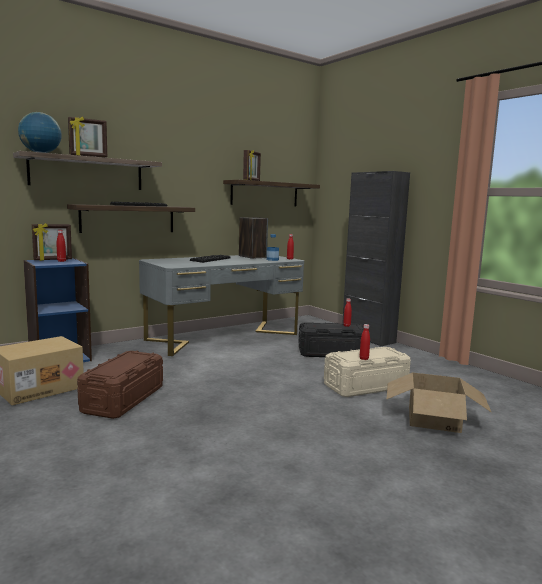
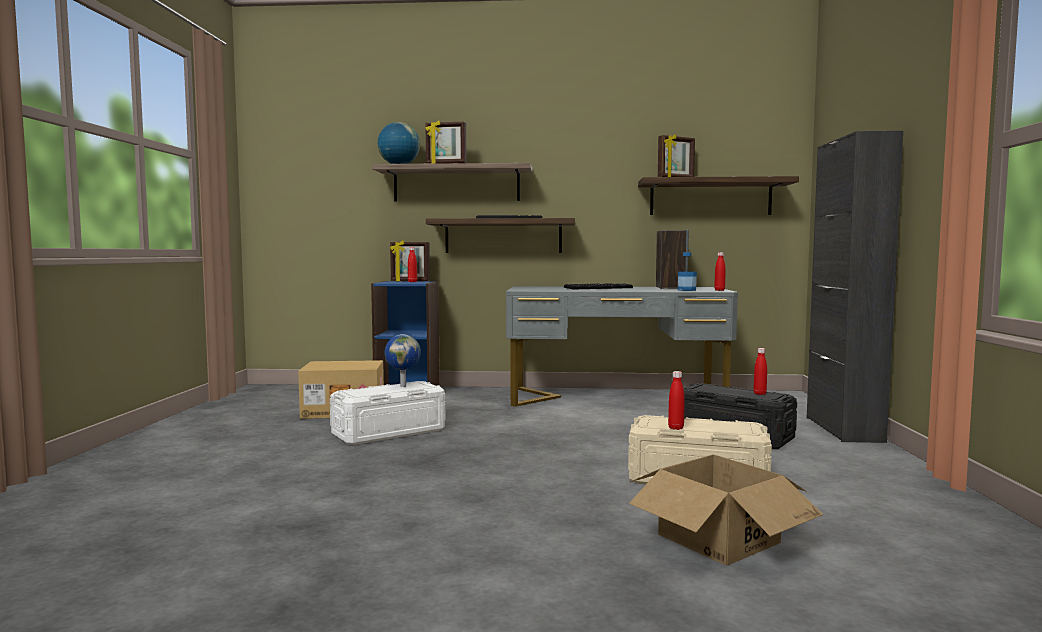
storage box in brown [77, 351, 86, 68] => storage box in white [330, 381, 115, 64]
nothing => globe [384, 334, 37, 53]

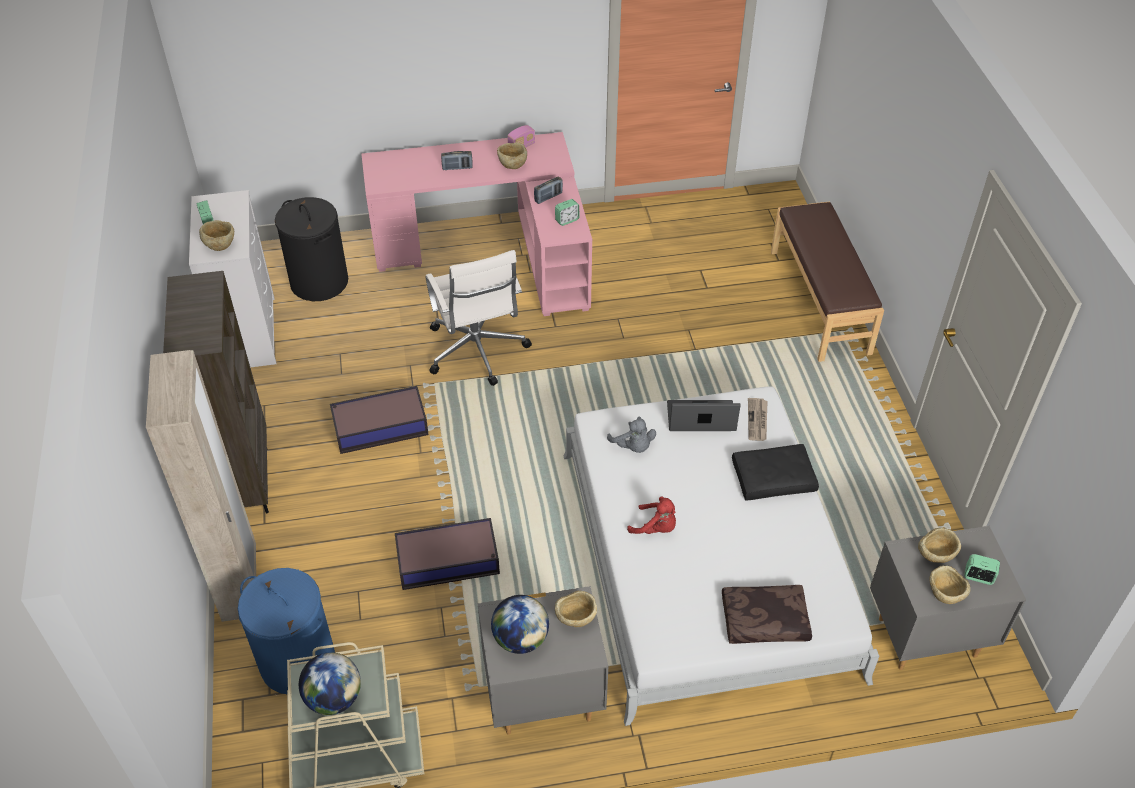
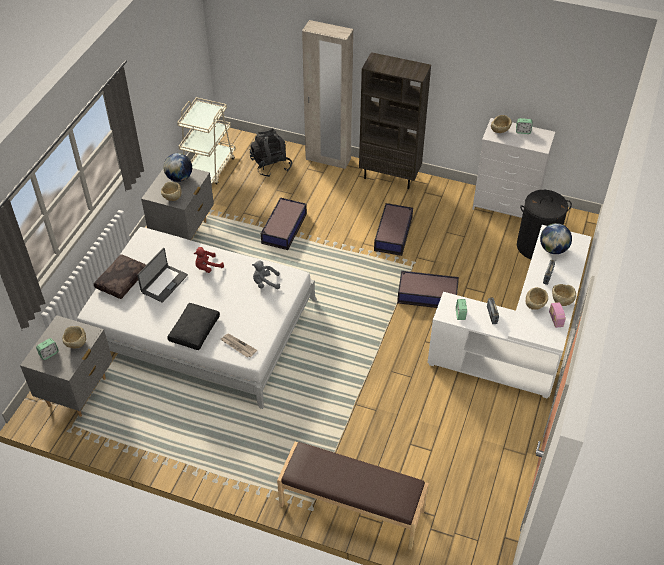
laundry basket in blue [238, 568, 97, 126] => backpack in black [249, 128, 43, 49]
globe [299, 652, 62, 63] => globe [540, 223, 32, 31], shifted
desk in pink [361, 132, 231, 184] => desk in white [427, 225, 164, 173]
office chair in white [425, 250, 107, 136] => storage box [397, 271, 62, 37]
laptop [667, 400, 74, 31] => laptop [137, 248, 51, 55], shifted
bowl in beige [929, 565, 42, 39] => bowl in beige [552, 284, 24, 22], shifted

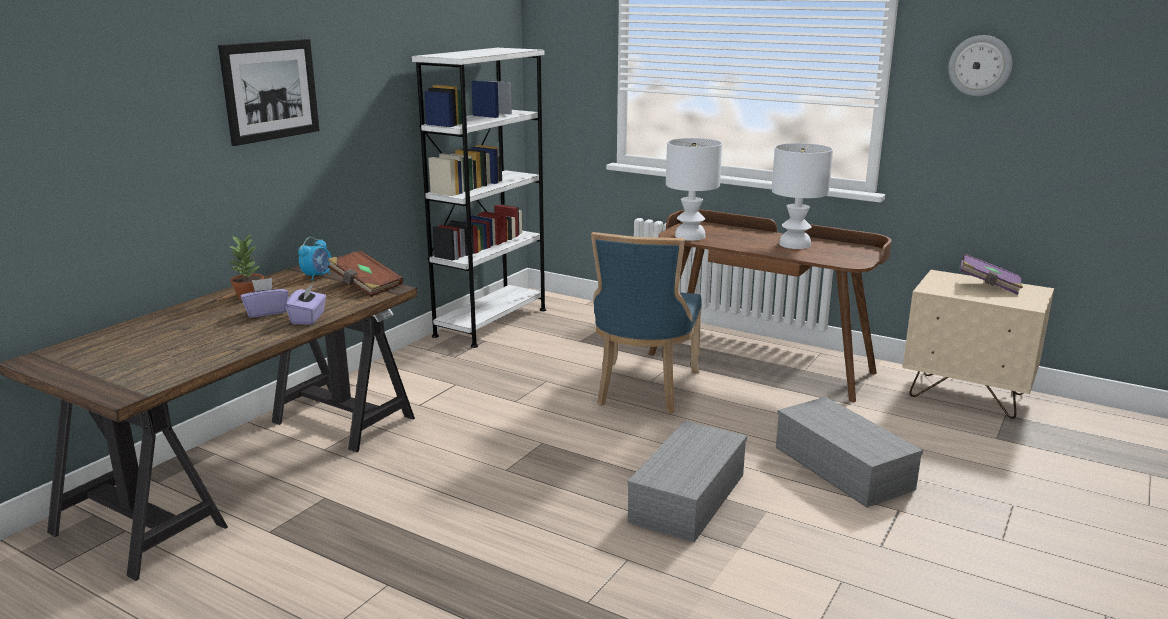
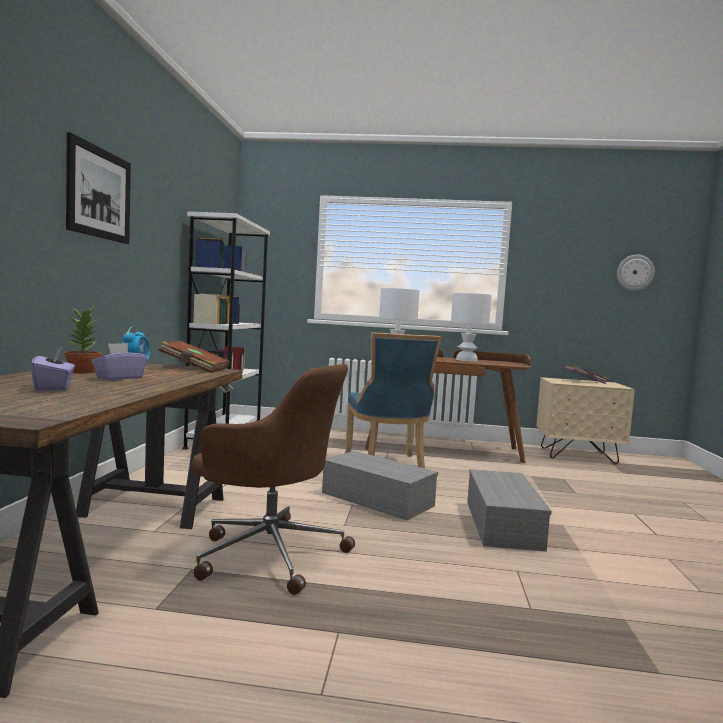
tissue box in purple [285, 284, 41, 40] => tissue box in purple [31, 347, 44, 44], shifted
storage box in grey [776, 397, 147, 111] => storage box in grey [322, 451, 116, 70], shifted
wall clock [948, 35, 64, 61] => wall clock [617, 255, 38, 36], shifted
nothing => office chair in brown [192, 364, 163, 231]

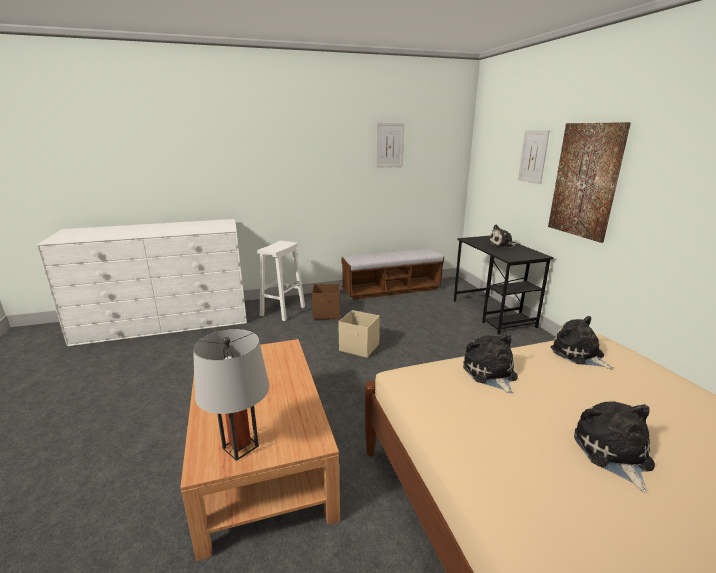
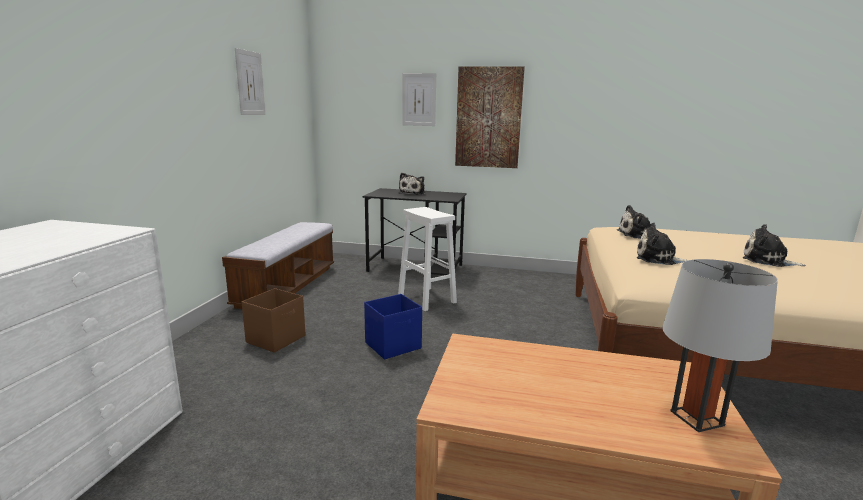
stool in white [257, 241, 48, 80] => stool in white [398, 207, 59, 104], shifted
storage box in beige [338, 310, 42, 48] => storage box in blue [364, 294, 58, 66]

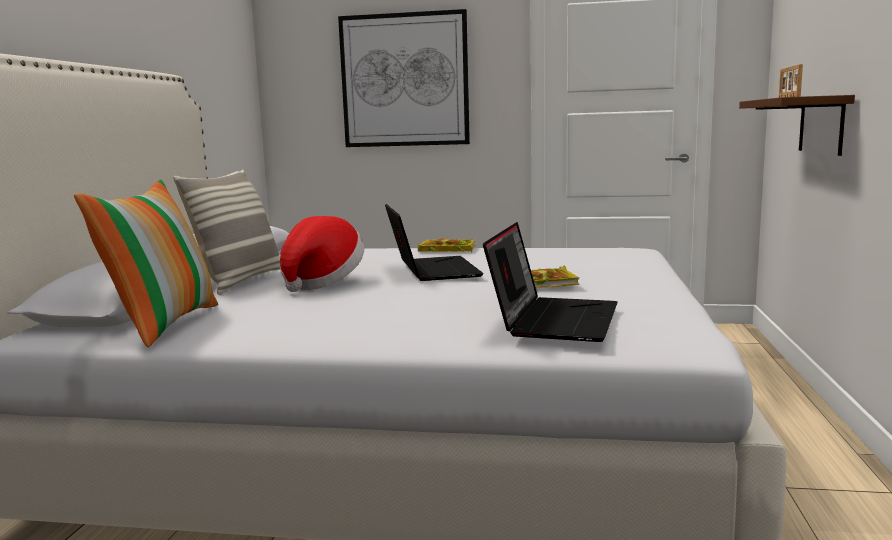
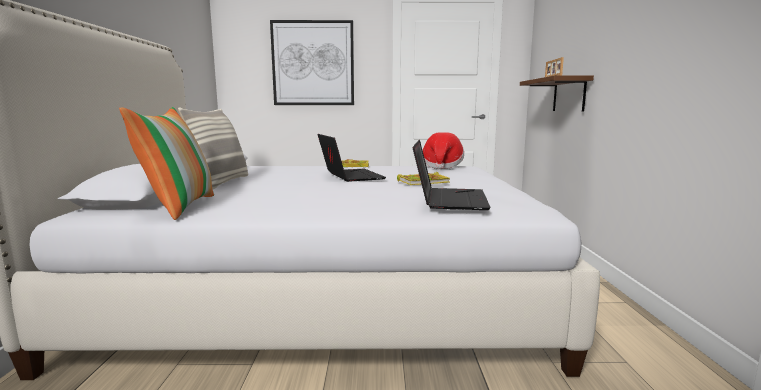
hat [280, 216, 84, 76] => hat [423, 132, 41, 37], shifted

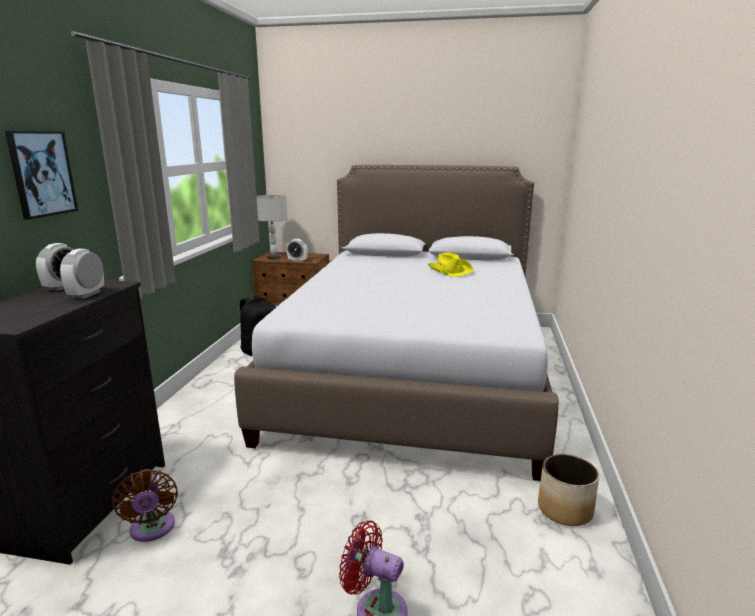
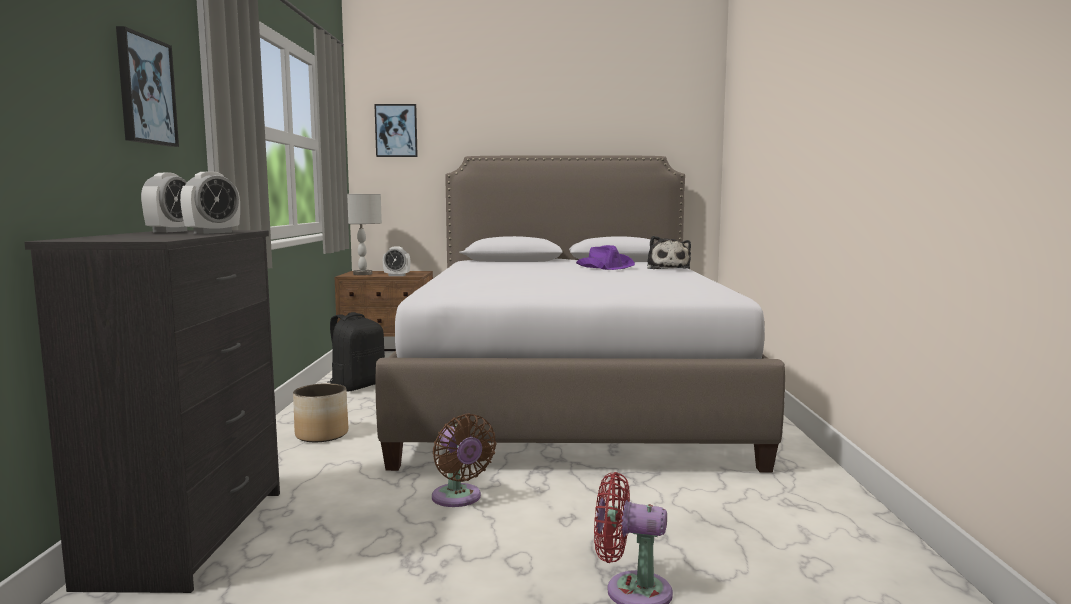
alarm clock [60, 249, 44, 50] => alarm clock [180, 171, 60, 63], 150 degrees counterclockwise
fan in brown [112, 469, 66, 73] => fan in brown [432, 414, 64, 93], shifted
hat in yellow [428, 252, 46, 25] => hat in purple [576, 245, 59, 25]
planter [538, 454, 61, 72] => planter [293, 383, 55, 59], shifted
nothing => picture [374, 104, 44, 53]
nothing => plush toy [647, 236, 44, 33]

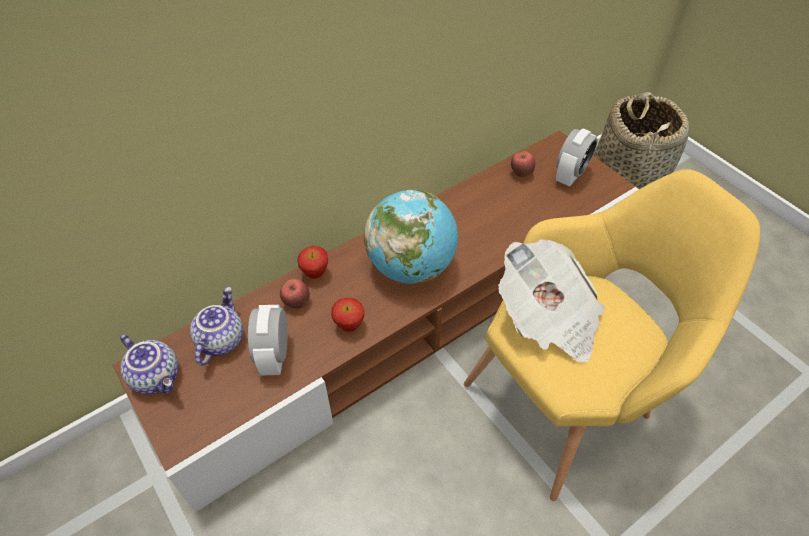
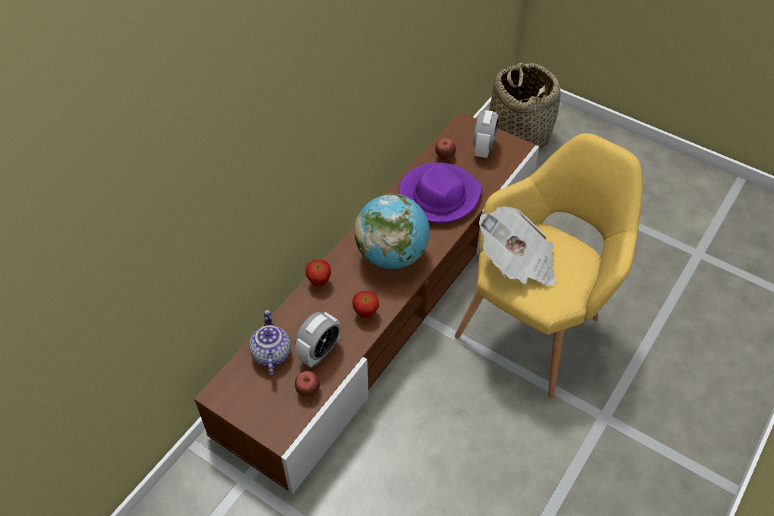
teapot [120, 334, 58, 60] => nothing
alarm clock [248, 305, 40, 71] => alarm clock [295, 312, 45, 56], 120 degrees counterclockwise
apple [280, 279, 30, 30] => apple [295, 371, 25, 26], shifted
nothing => hat in purple [399, 162, 83, 61]

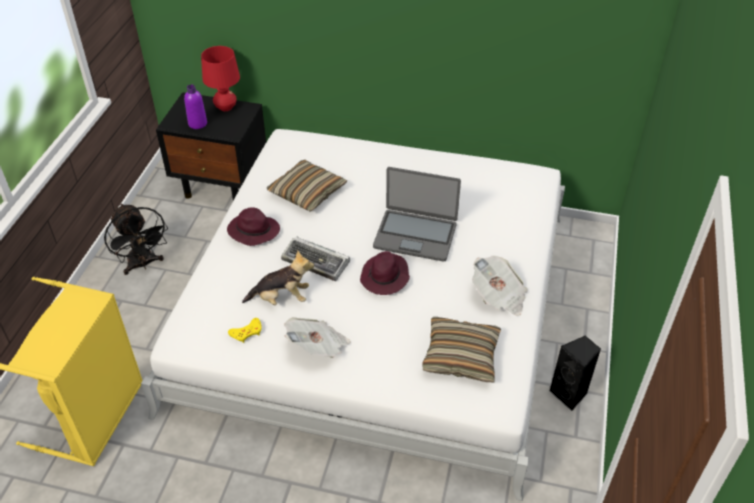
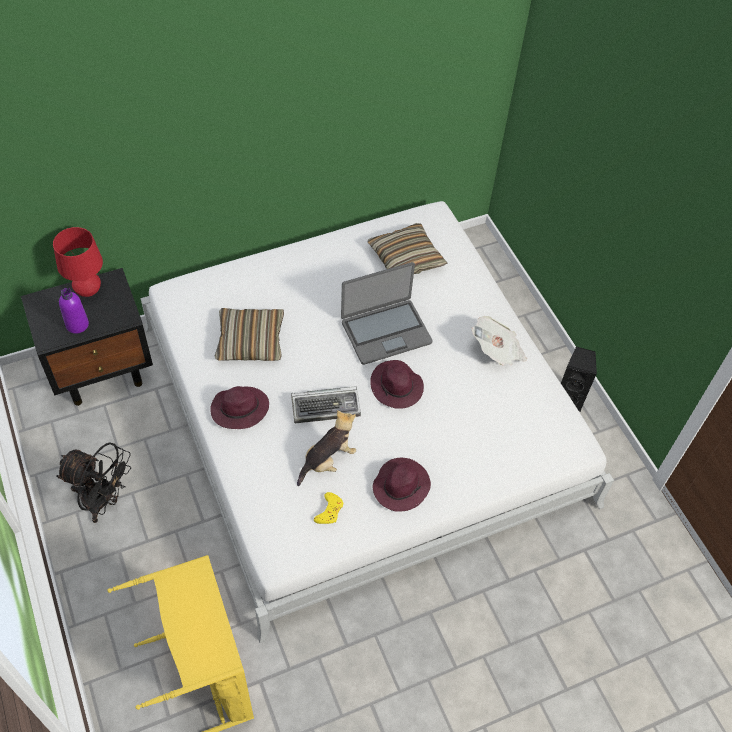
newspaper [284, 317, 67, 41] => hat in purple [372, 458, 59, 54]
pillow [423, 317, 78, 65] => pillow [368, 223, 79, 51], shifted

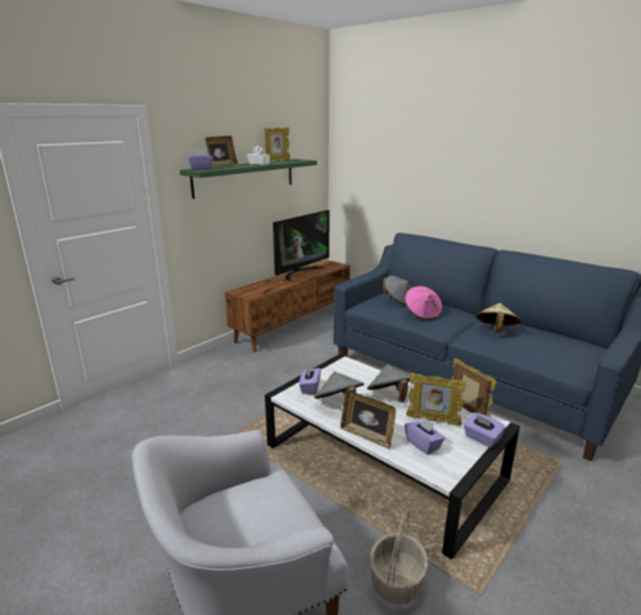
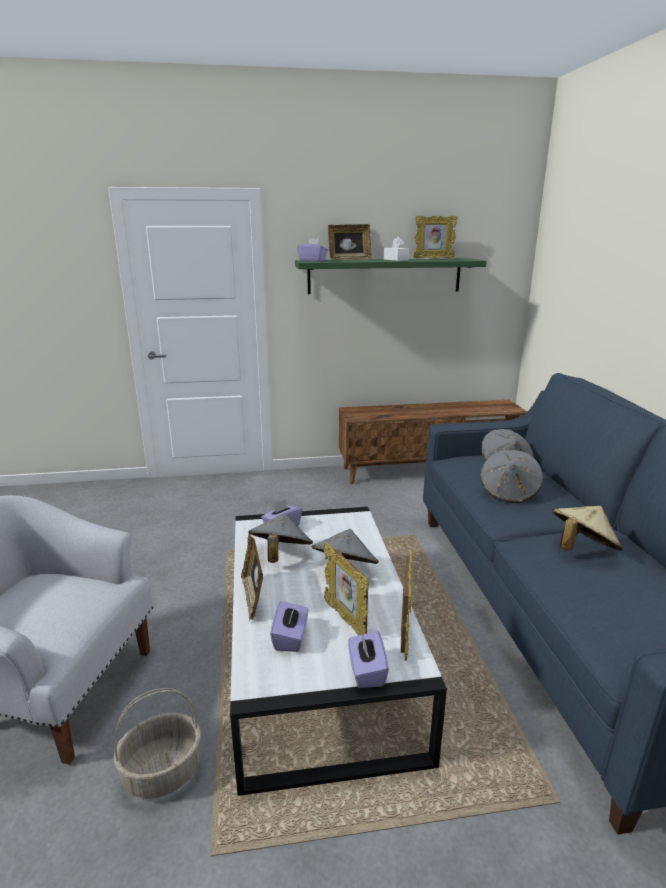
television [273, 210, 56, 71] => nothing
hat in pink [405, 286, 37, 34] => hat in grey [480, 450, 63, 53]

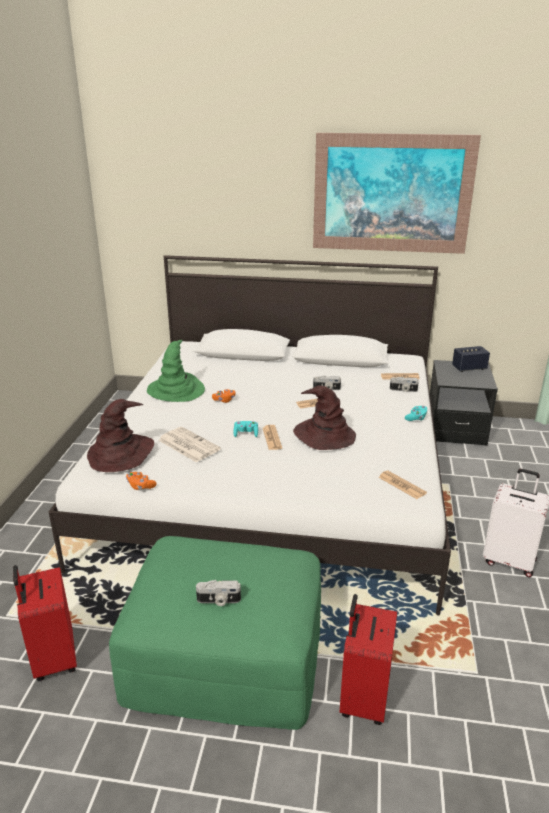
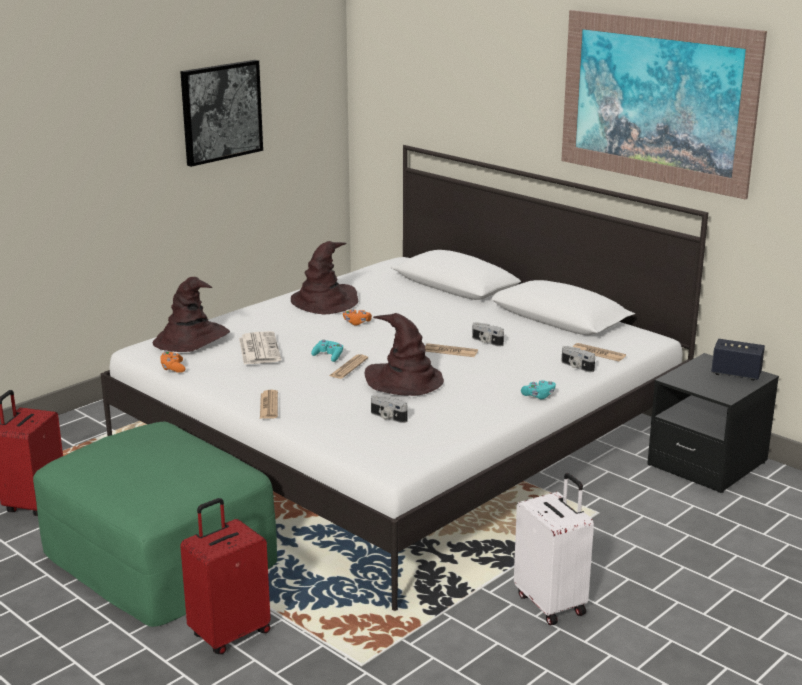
hat in green [147, 340, 58, 62] => hat in brown [291, 241, 67, 73]
photo camera [196, 580, 45, 26] => photo camera [371, 395, 36, 28], shifted
newspaper [378, 470, 49, 29] => newspaper [260, 390, 18, 29], shifted
nothing => picture [180, 60, 83, 107]

